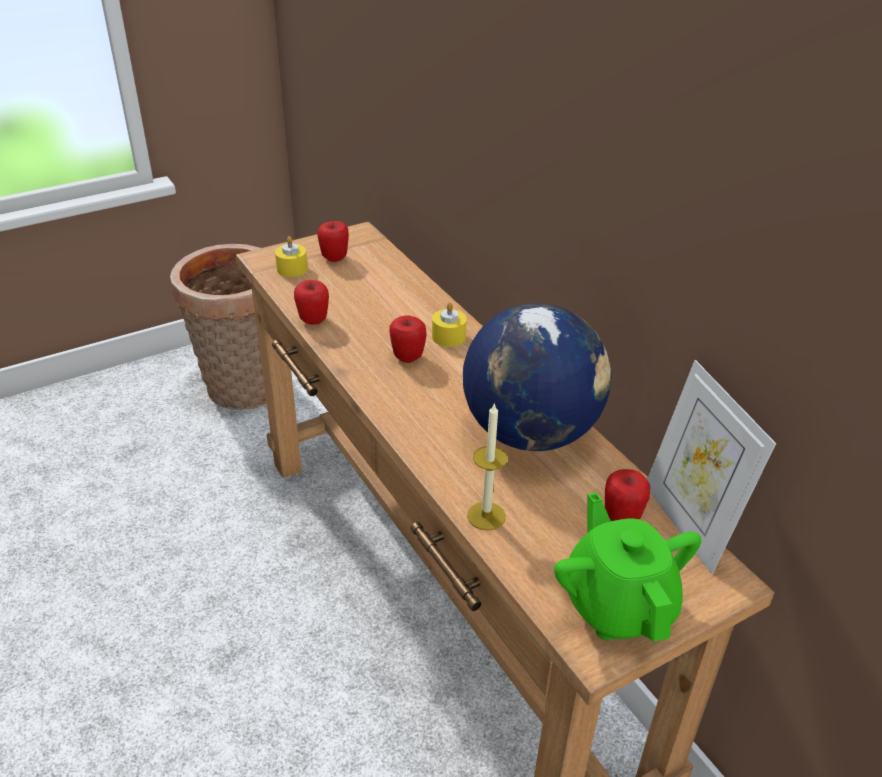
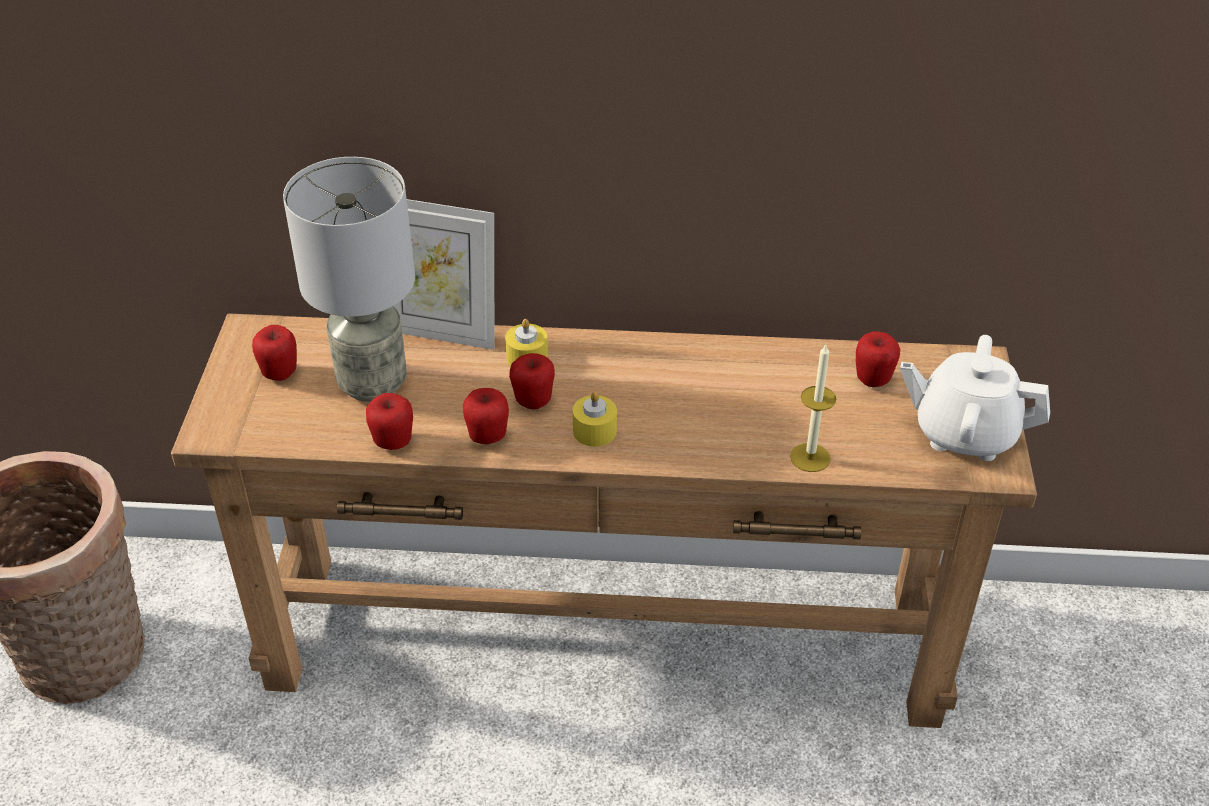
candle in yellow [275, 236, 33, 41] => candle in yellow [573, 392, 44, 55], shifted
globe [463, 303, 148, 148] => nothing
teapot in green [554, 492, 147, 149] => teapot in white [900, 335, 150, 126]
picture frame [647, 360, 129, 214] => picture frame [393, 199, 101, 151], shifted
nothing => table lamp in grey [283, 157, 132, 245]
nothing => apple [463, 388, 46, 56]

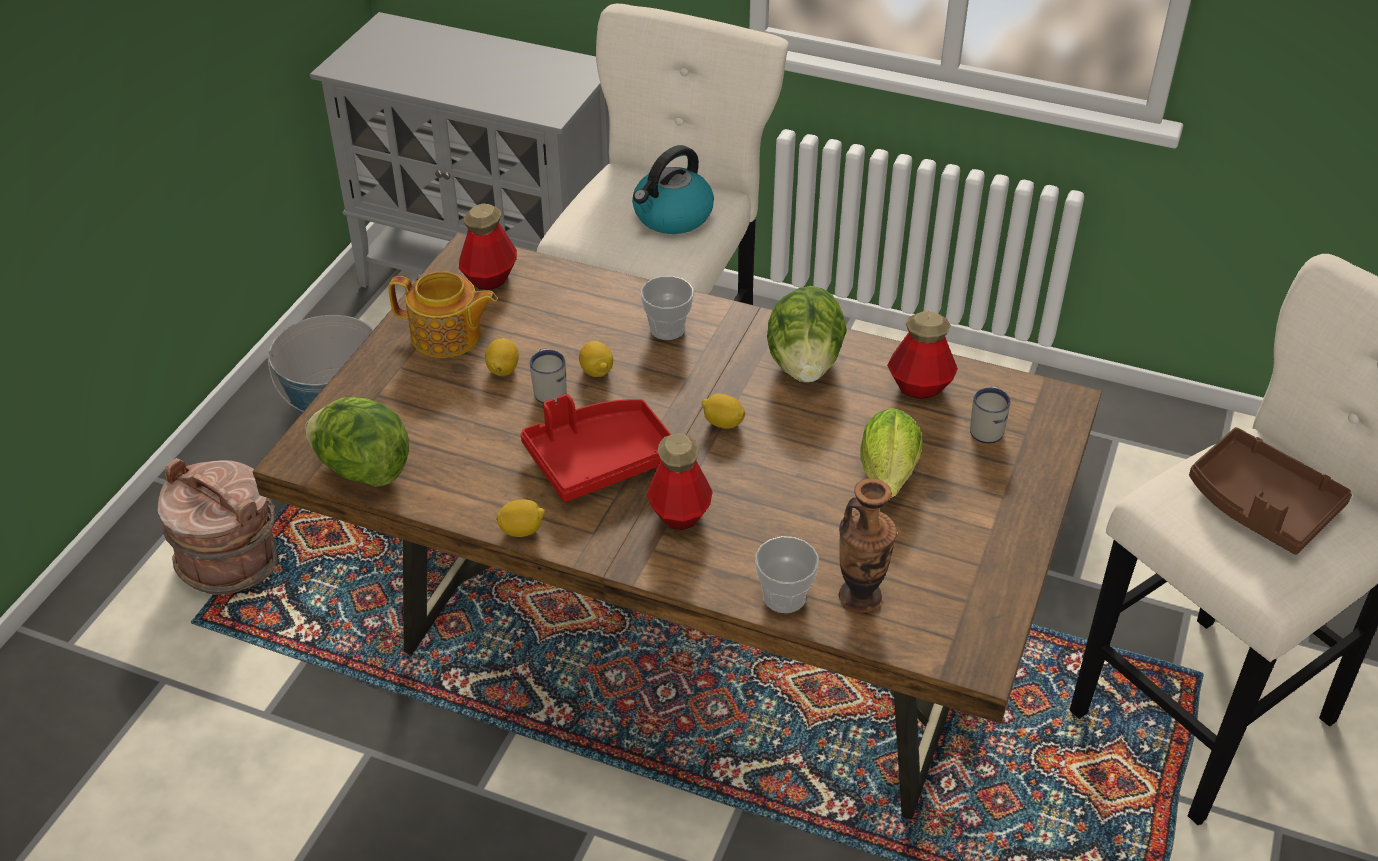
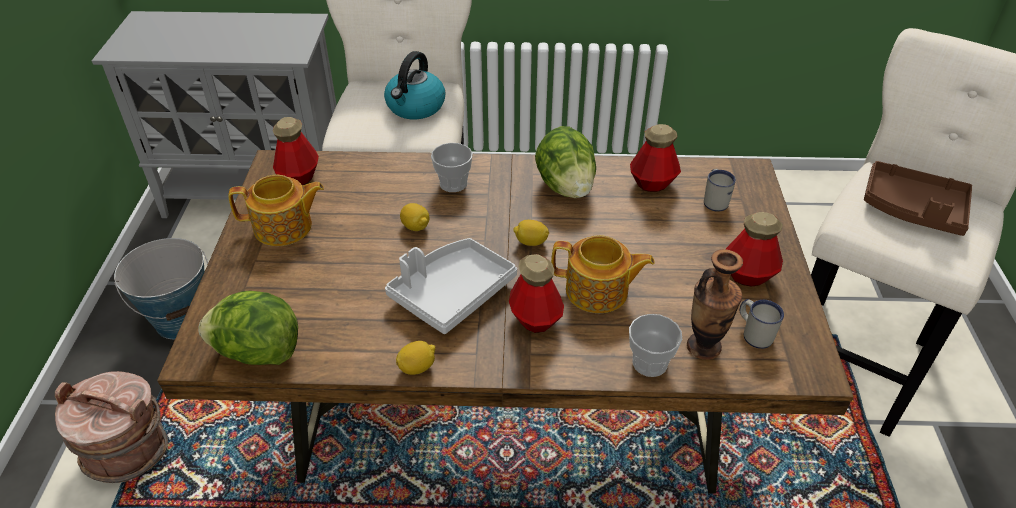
lemon [485, 338, 34, 38] => nothing
tray in red [520, 394, 152, 108] => tray in grey [385, 238, 132, 96]
mug in white [530, 348, 37, 56] => mug in white [740, 299, 44, 50], shifted
lettuce [860, 408, 63, 90] => nothing
nothing => teapot [551, 235, 104, 78]
nothing => bottle [726, 212, 57, 75]

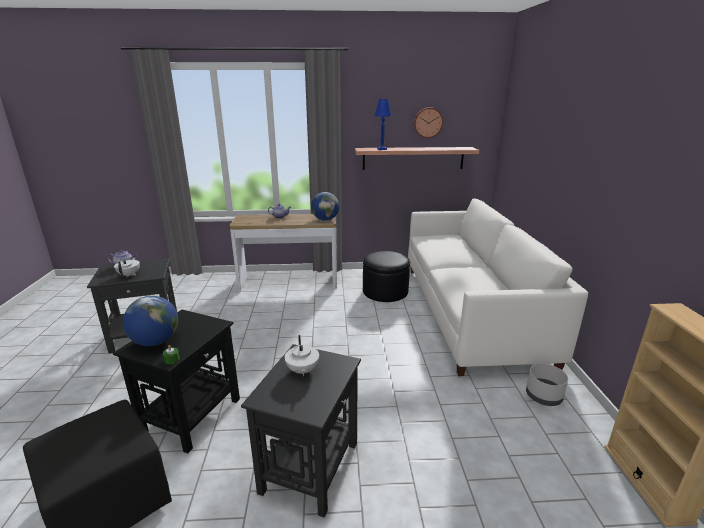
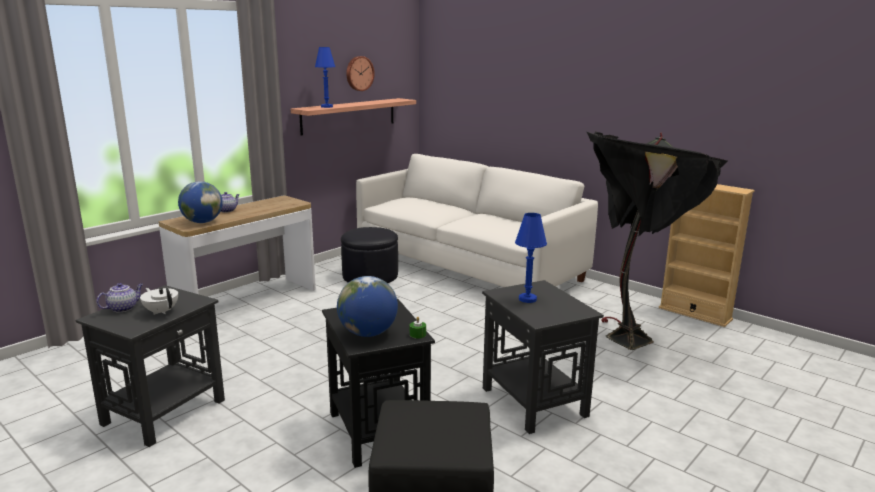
teapot in white [284, 335, 35, 41] => table lamp in blue [515, 213, 32, 90]
globe [311, 192, 28, 29] => globe [178, 181, 45, 42], shifted
planter in grey [526, 364, 42, 42] => nothing
nothing => floor lamp in black [587, 132, 140, 218]

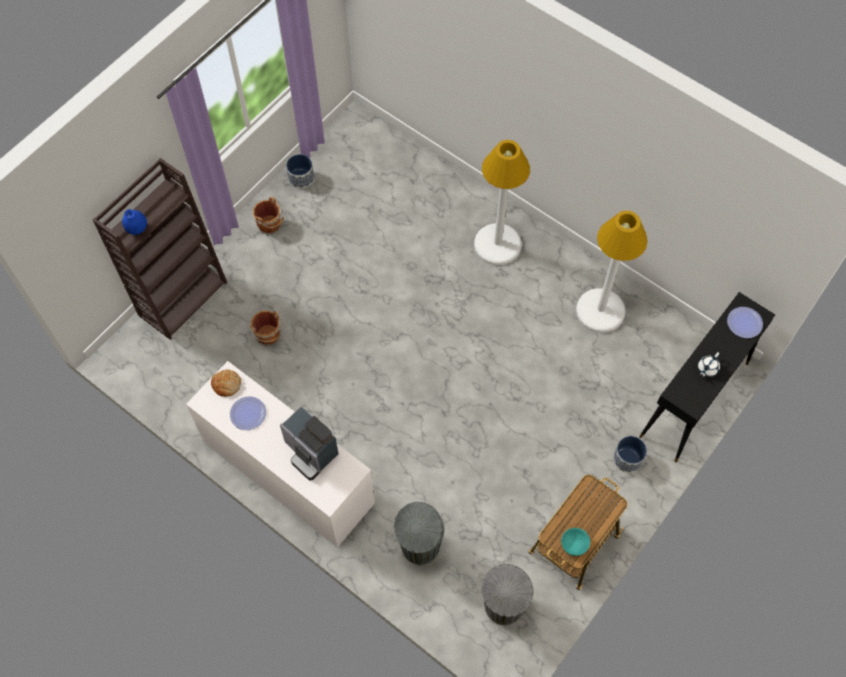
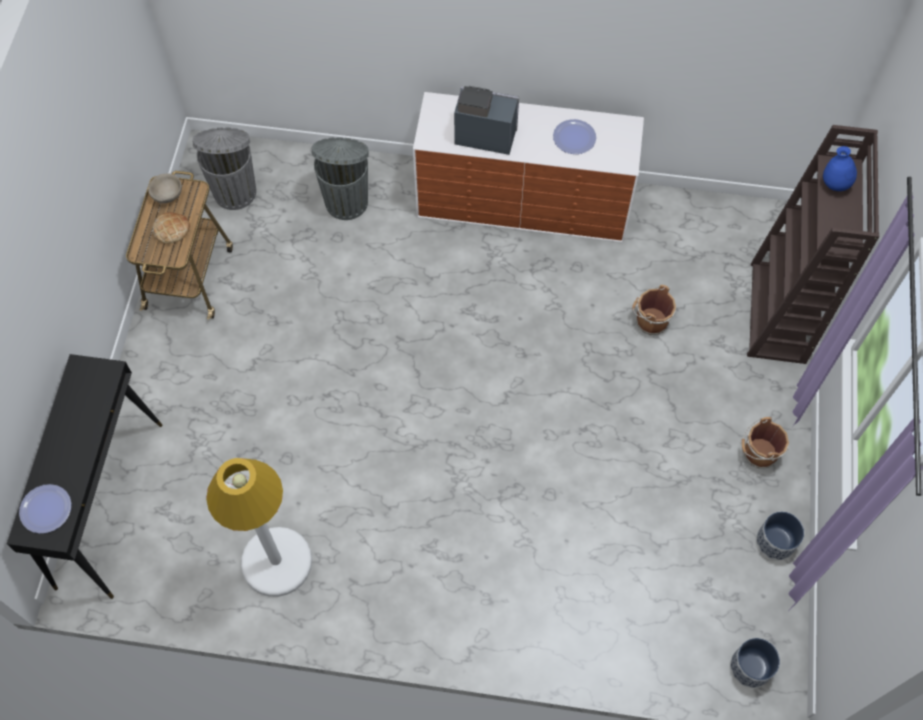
bread [211, 369, 30, 28] => bread [152, 212, 38, 32], shifted
floor lamp in white [474, 140, 56, 125] => nothing
bowl in turquoise [561, 528, 29, 28] => bowl in beige [148, 174, 34, 29]
planter [613, 436, 34, 37] => planter [730, 638, 50, 50], shifted
teapot in white [698, 352, 22, 25] => nothing

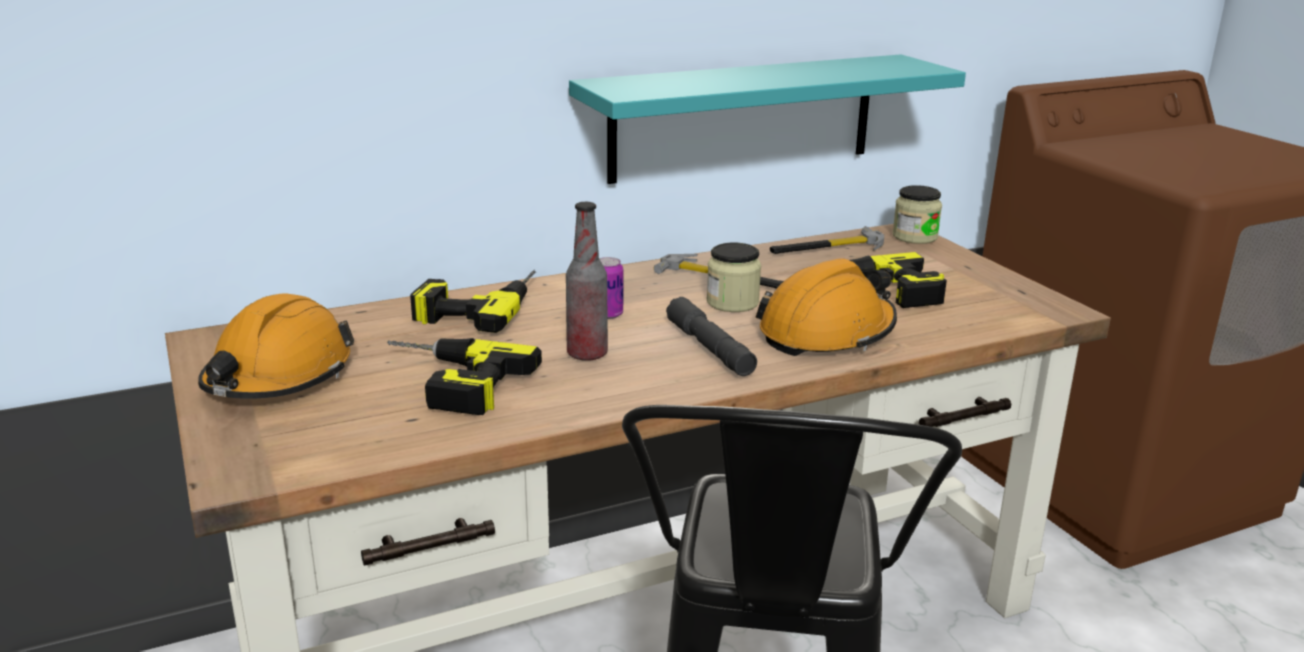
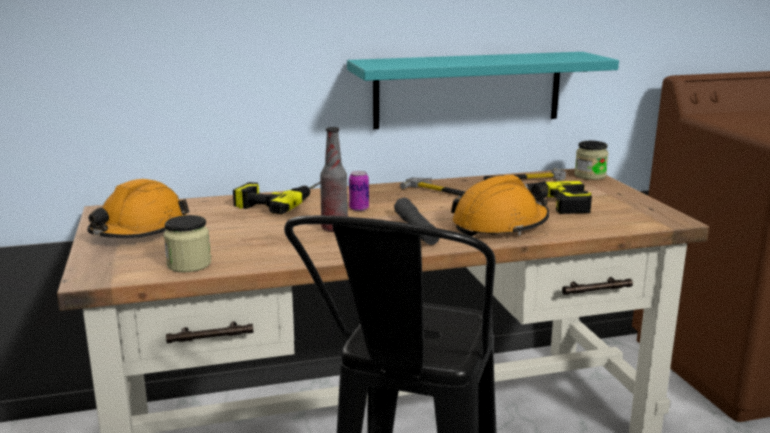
power drill [387, 338, 155, 77] => nothing
jar [707, 243, 54, 69] => jar [164, 215, 47, 57], shifted

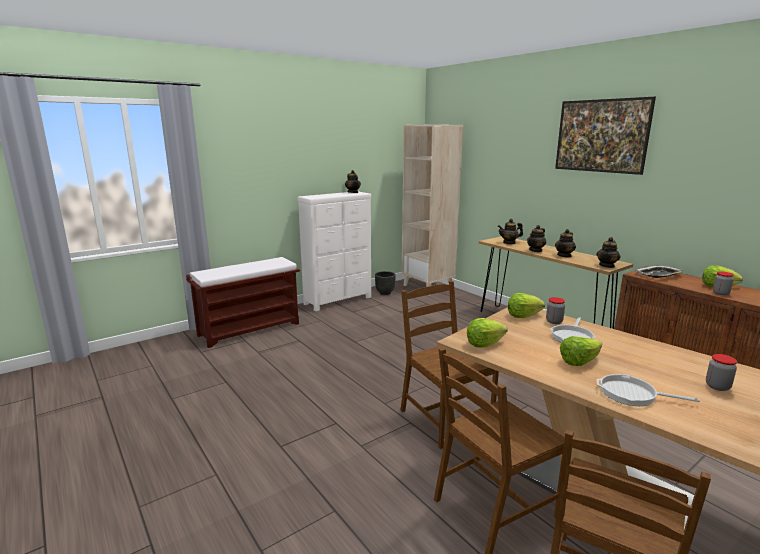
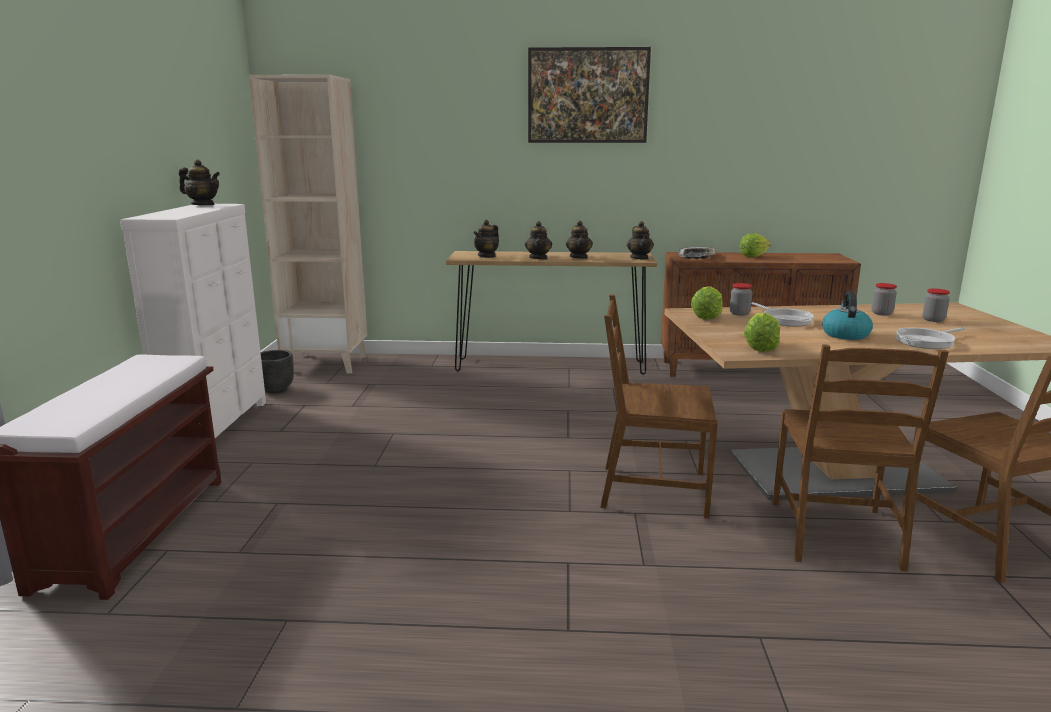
lettuce [560, 336, 42, 30] => kettle [822, 291, 51, 49]
jar [713, 272, 21, 23] => jar [872, 283, 25, 33], shifted

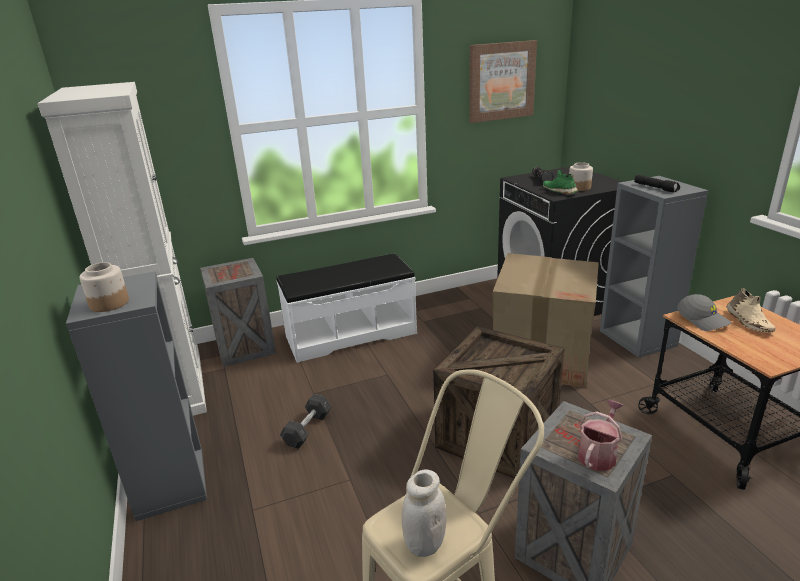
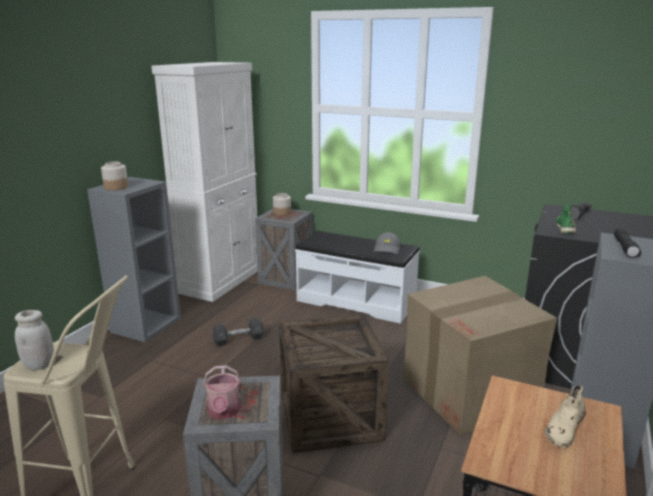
picture [469, 40, 68, 83] => nothing
jar [569, 162, 24, 29] => jar [273, 193, 18, 23], shifted
watering can [578, 400, 46, 71] => watering can [203, 365, 38, 54], 90 degrees clockwise
cap in grey [677, 294, 55, 37] => cap in grey [374, 232, 26, 22], shifted

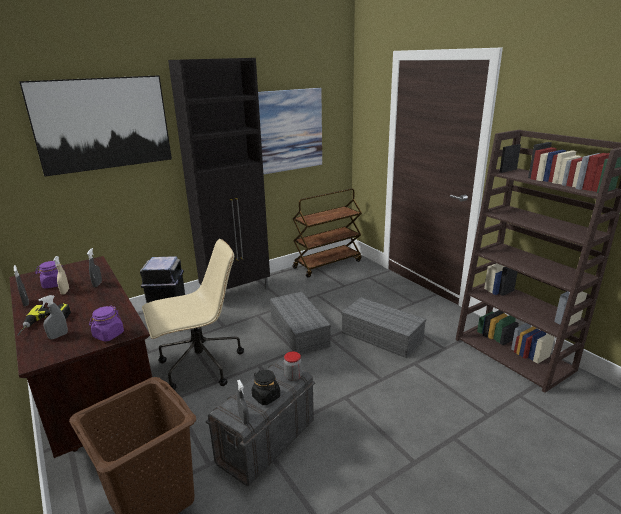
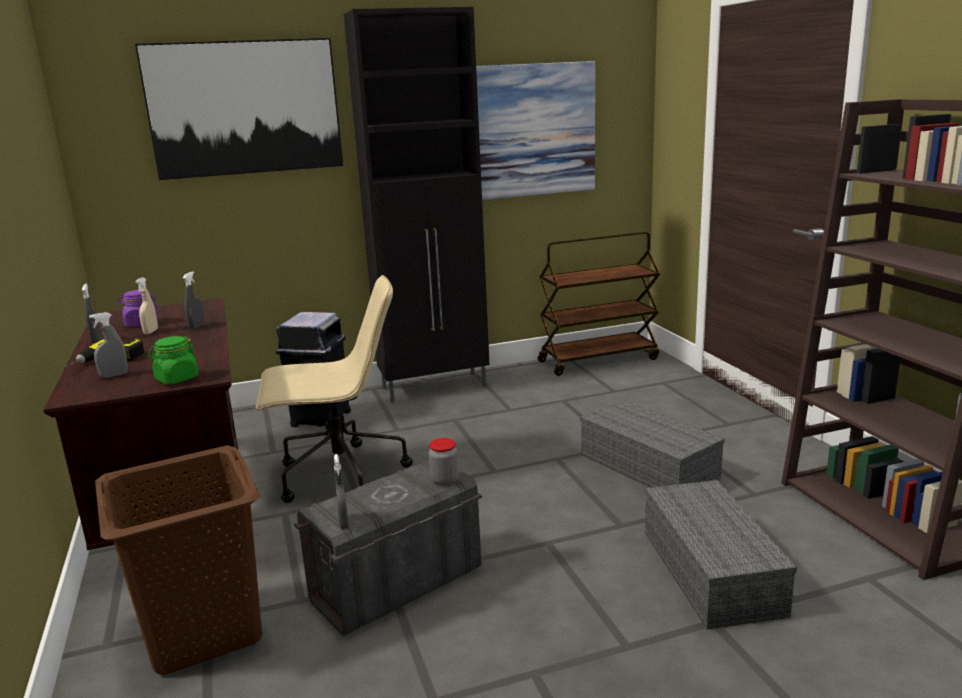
jar in purple [89, 306, 35, 36] => jar in green [148, 336, 51, 48]
jar in black [252, 370, 28, 35] => nothing
storage box in grey [270, 292, 61, 63] => storage box in grey [645, 480, 152, 149], shifted

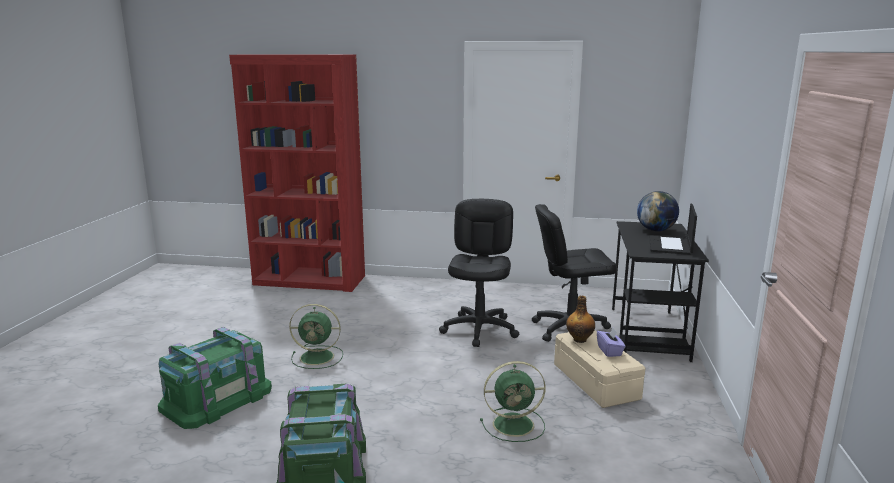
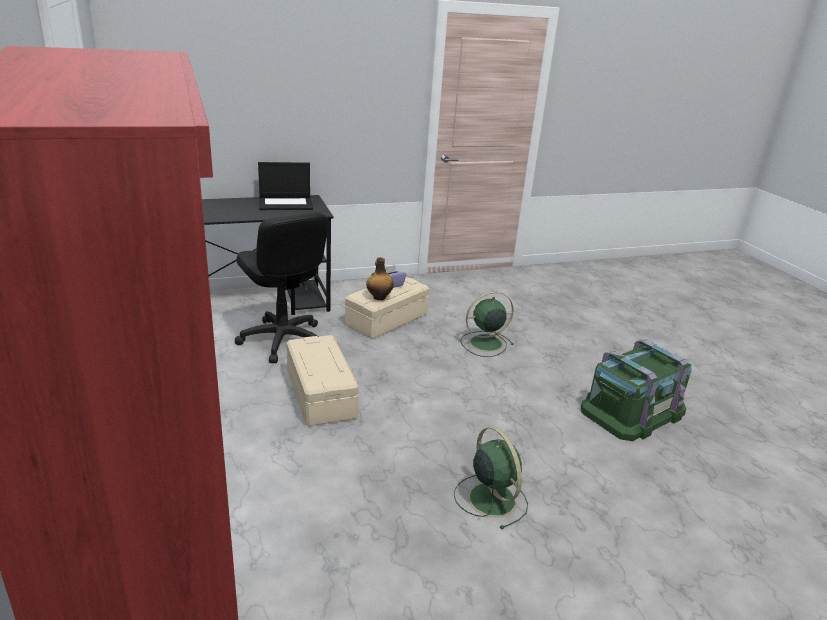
storage box in green [158, 327, 114, 102] => nothing
office chair in black [439, 199, 80, 148] => storage box in beige [286, 335, 73, 91]
fan in green [480, 361, 66, 81] => fan in green [460, 291, 54, 66], 75 degrees counterclockwise
globe [637, 191, 42, 40] => nothing

